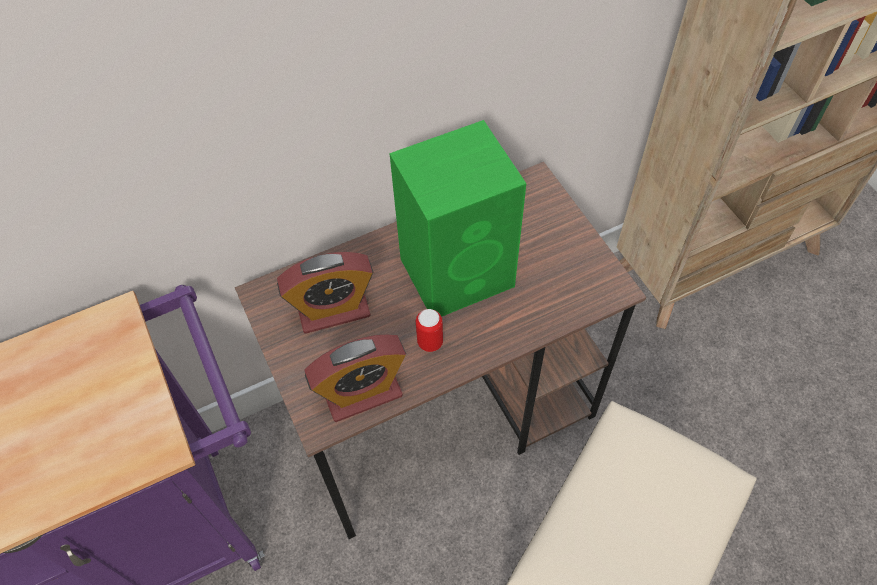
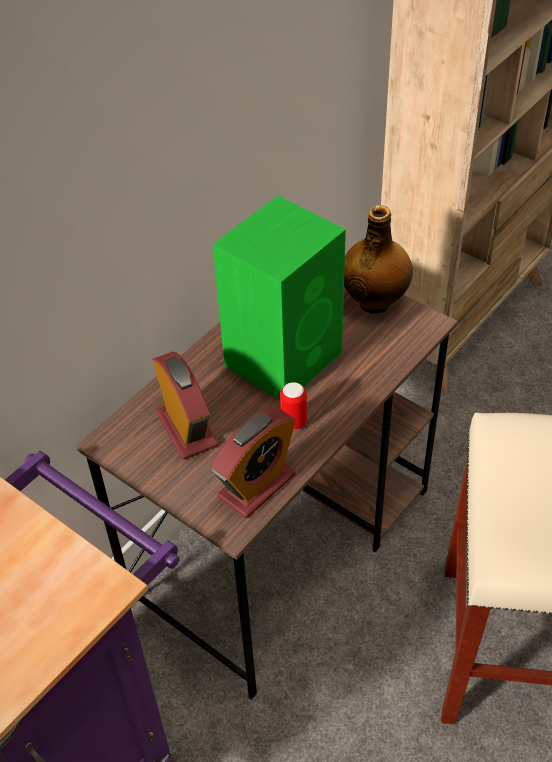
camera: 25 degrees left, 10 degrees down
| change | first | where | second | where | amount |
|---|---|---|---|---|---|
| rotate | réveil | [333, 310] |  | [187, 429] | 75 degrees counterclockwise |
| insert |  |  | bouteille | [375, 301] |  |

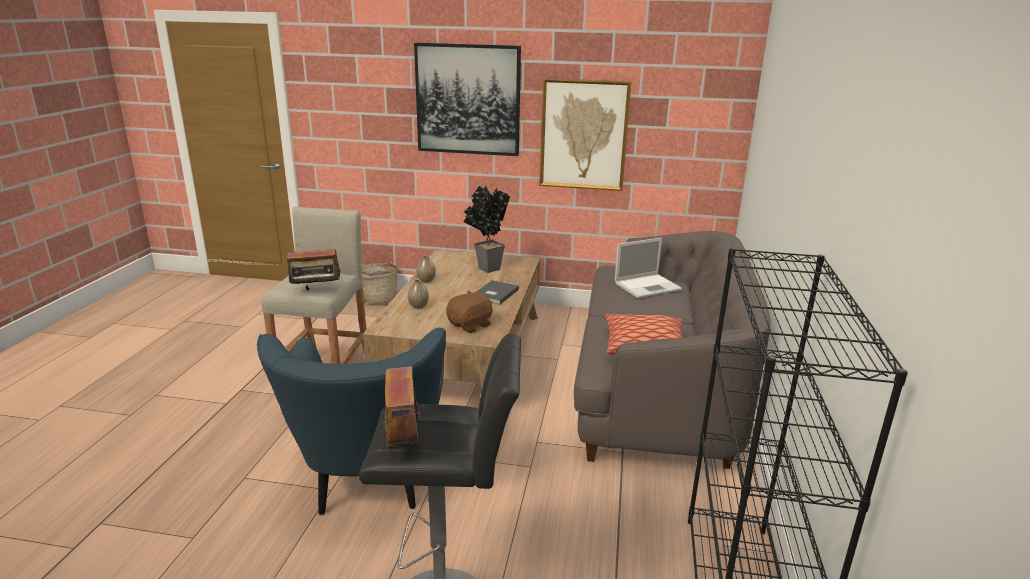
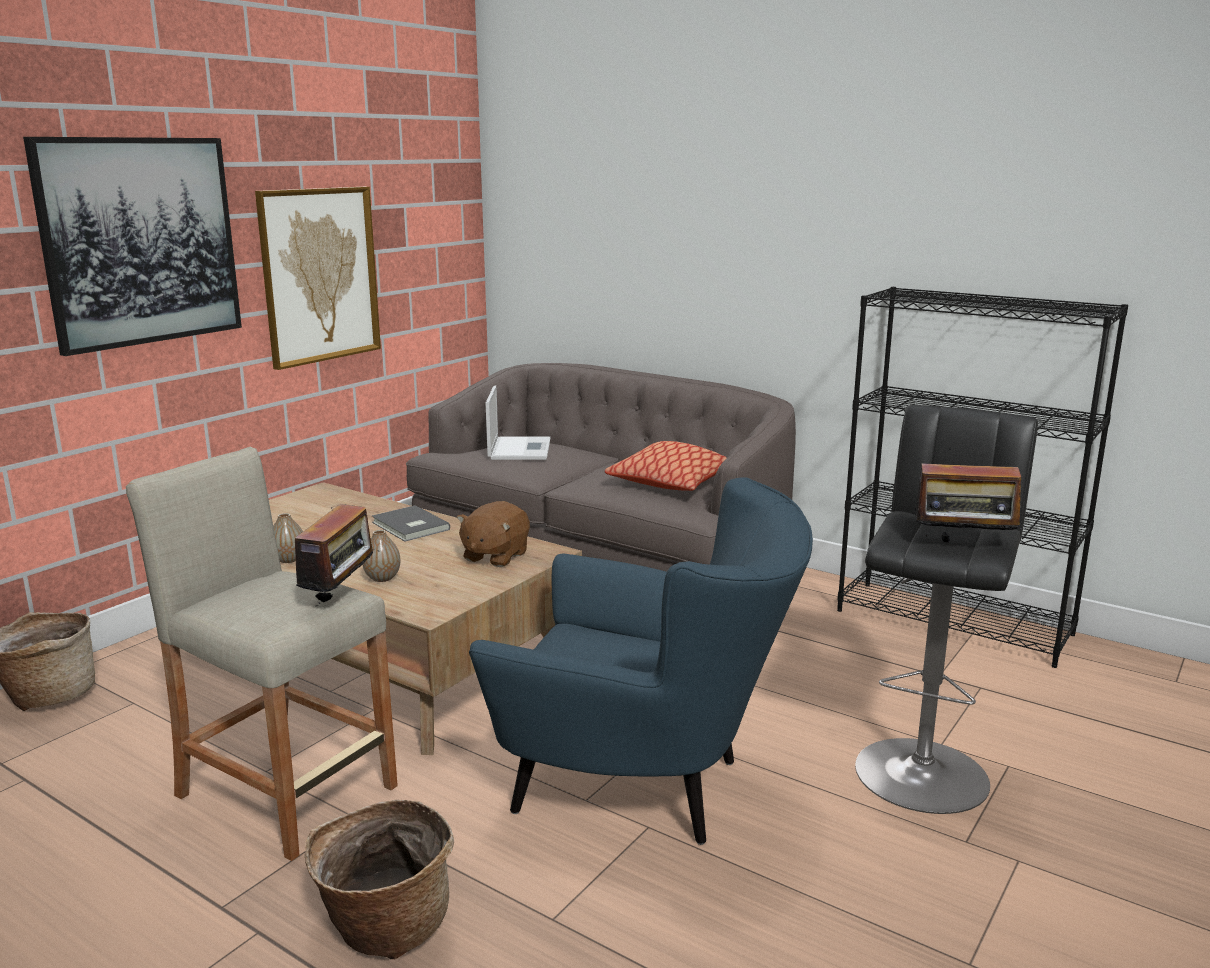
camera: 65 degrees left, 5 degrees down
| change | first | where | second | where | amount |
|---|---|---|---|---|---|
| delete | plante en pot | [485, 269] |  |  |  |
| rotate | peluche/marron | [470, 325] |  | [494, 556] | 135 degrees counterclockwise |
| insert |  |  | panier | [384, 927] |  |

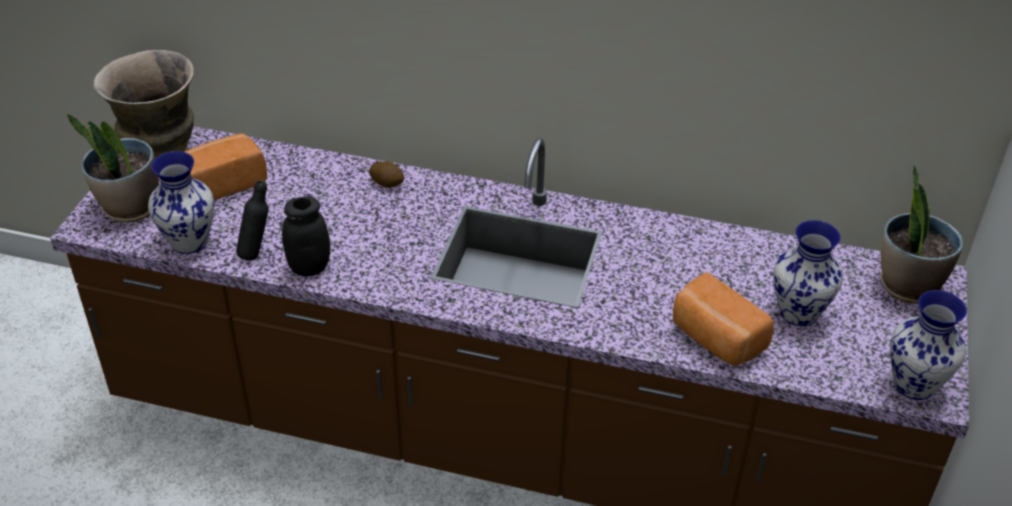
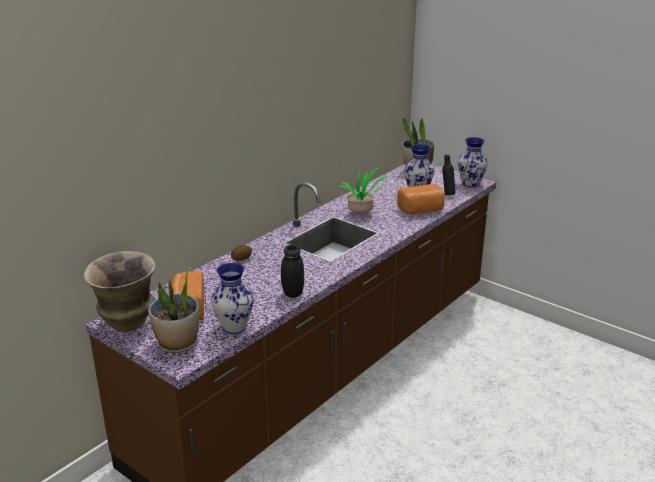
camera: 65 degrees left, 15 degrees down
| change | first | where | second | where | amount |
|---|---|---|---|---|---|
| move | bouteille/noir | [257, 252] |  | [447, 194] |  |
| insert |  |  | plante en pot | [362, 213] |  |

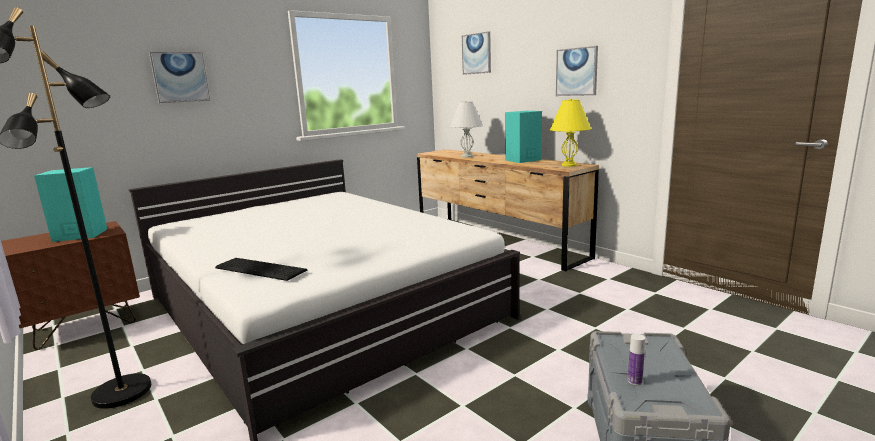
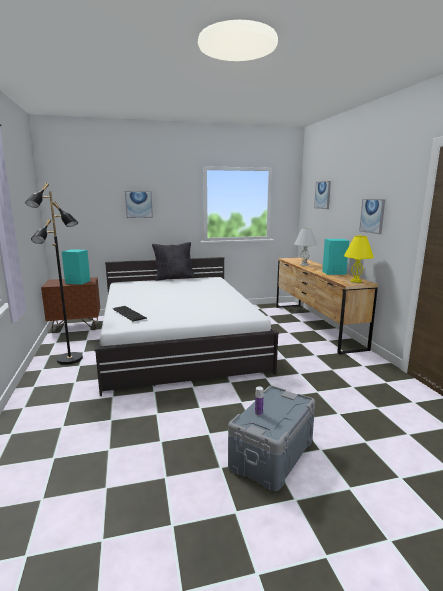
camera: 25 degrees right, 0 degrees up
| change | first | where | second | where | amount |
|---|---|---|---|---|---|
| insert |  |  | coussin/noir | [174, 278] |  |

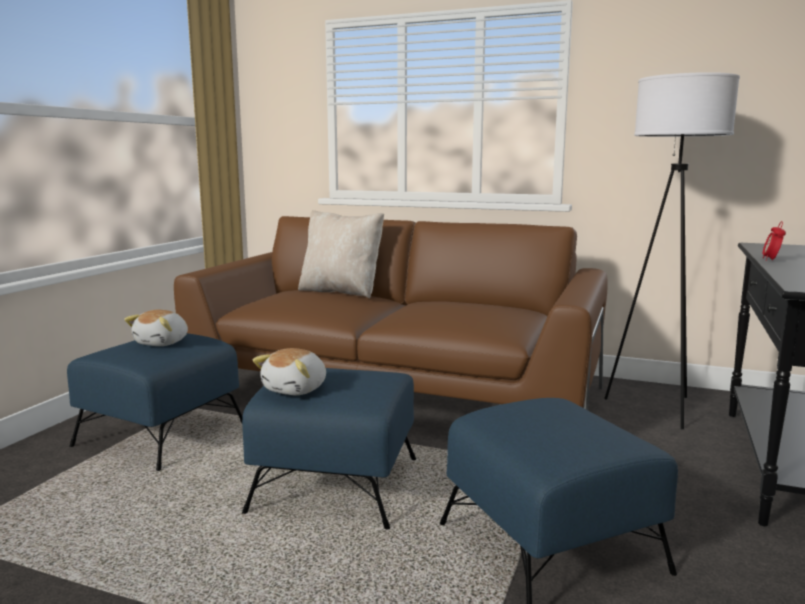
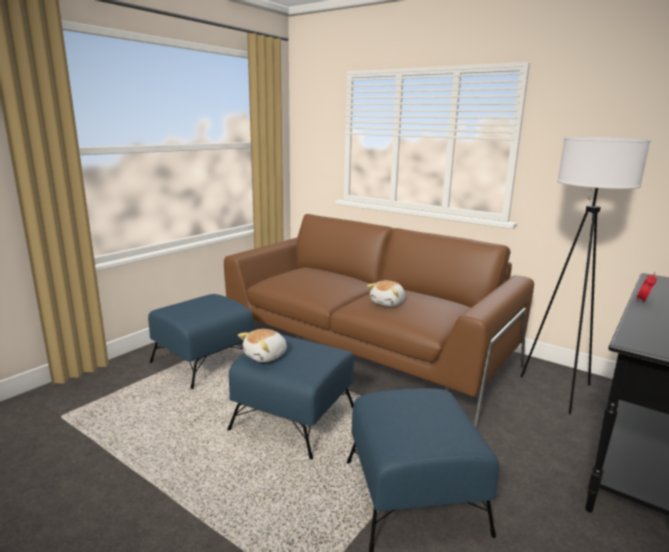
camera: 15 degrees right, 5 degrees up
| change | first | where | second | where | amount |
|---|---|---|---|---|---|
| delete | coussin/beige | [341, 292] |  |  |  |
| move | peluche | [163, 343] |  | [388, 303] |  |

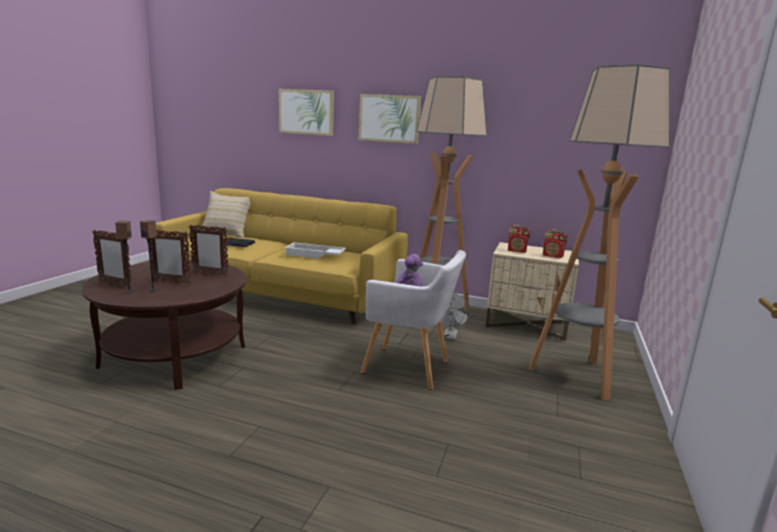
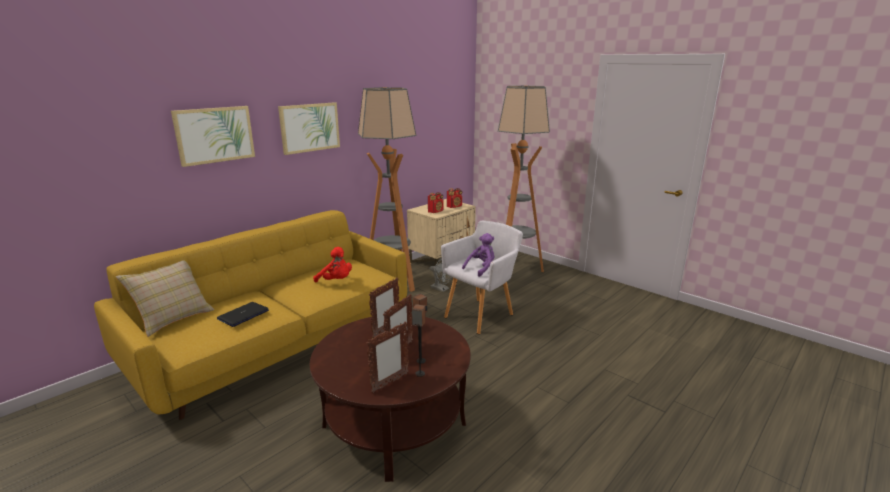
camera: 65 degrees left, 5 degrees up
| change | first | where | second | where | amount |
|---|---|---|---|---|---|
| replace | plateau/blanc | [314, 255] | peluche/rouge | [336, 281] |  |

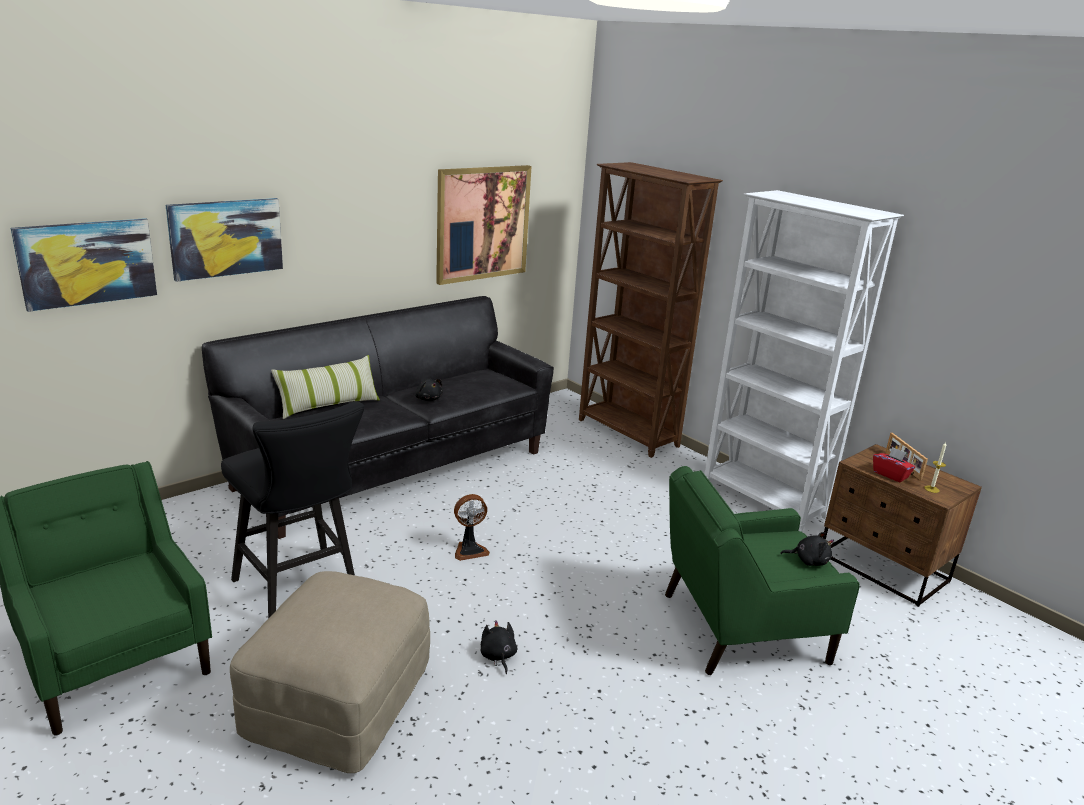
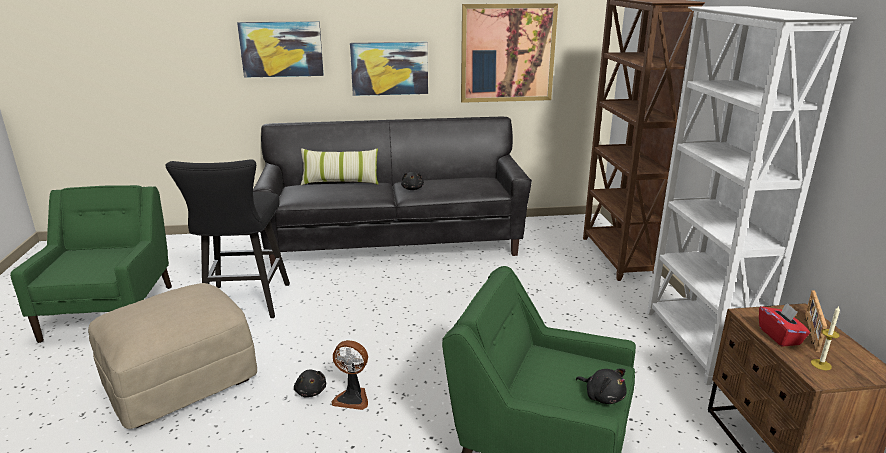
camera: 35 degrees right, 0 degrees up
| change | first | where | second | where | amount |
|---|---|---|---|---|---|
| move | tableau | [87, 262] |  | [389, 68] |  |
| move | ventilateur | [469, 550] |  | [352, 398] |  |
| rotate | peluche/noir | [498, 656] |  | [310, 391] | 135 degrees clockwise |

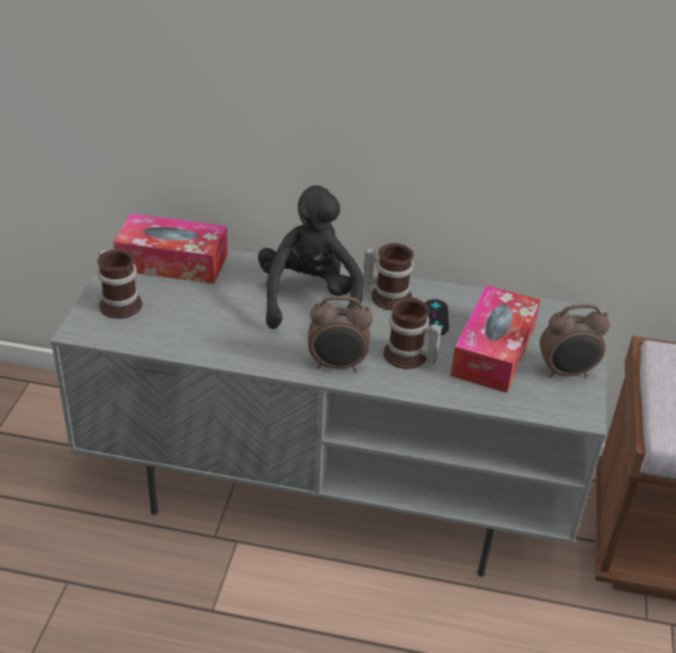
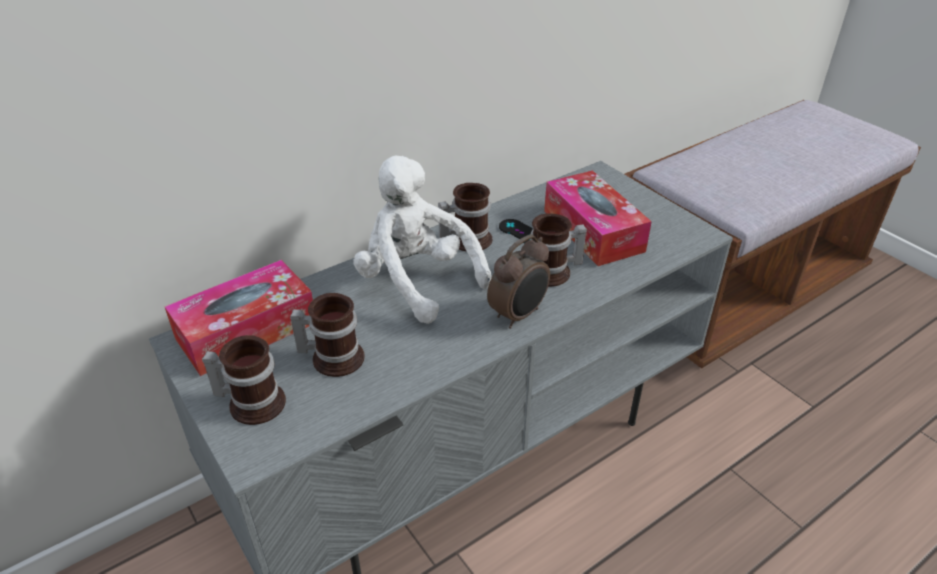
camera: 45 degrees left, 0 degrees up
| change | first | where | second | where | amount |
|---|---|---|---|---|---|
| recolor | peluche/noir | [309, 300] | peluche/blanc | [416, 281] |  |
| delete | réveil | [566, 373] |  |  |  |
| insert |  |  | mug | [333, 356] |  |

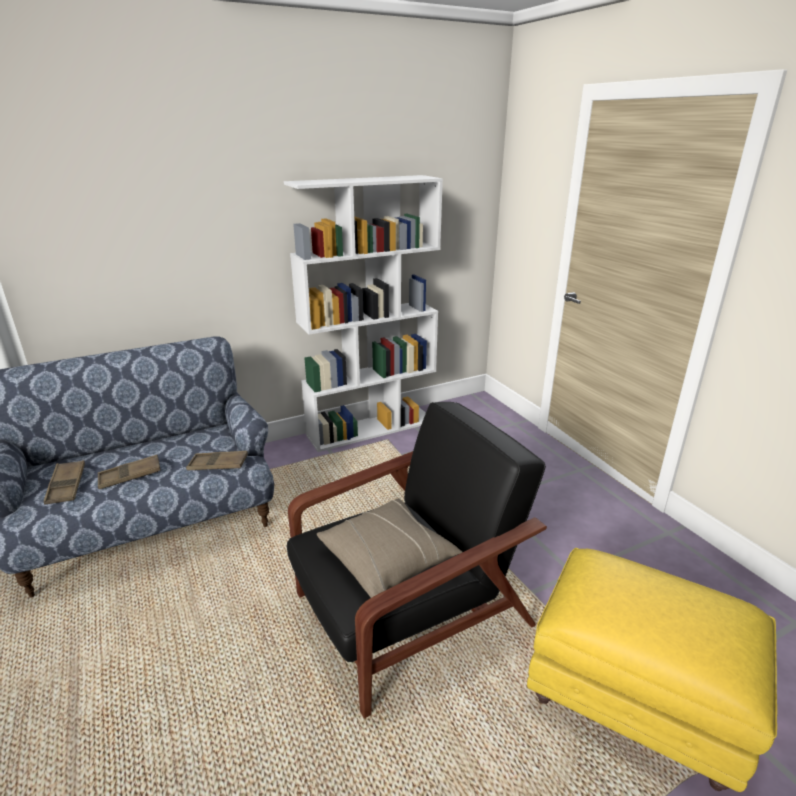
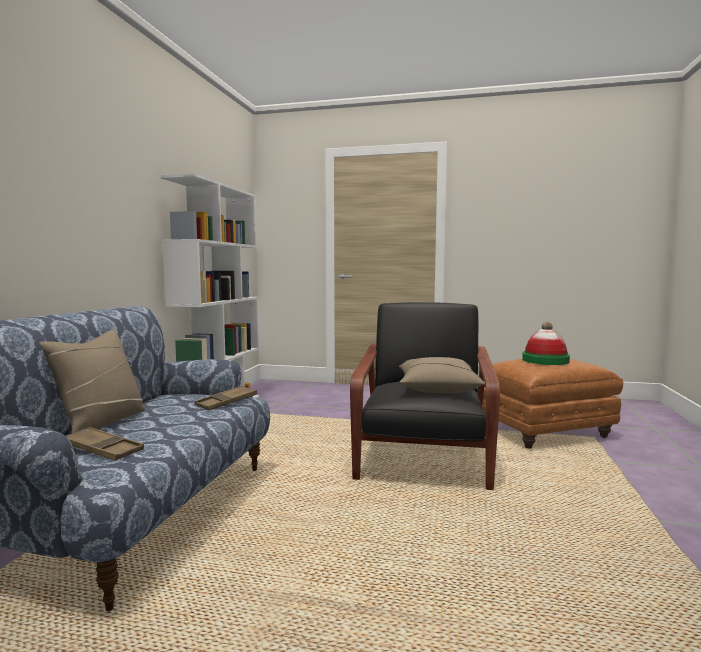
camera: 50 degrees left, 20 degrees down
| change | first | where | second | where | amount |
|---|---|---|---|---|---|
| delete | plateau/marron | [130, 476] |  |  |  |
| recolor | pouf/jaune | [636, 696] | pouf/marron | [545, 432] |  |
| insert |  |  | chapeau | [545, 360] |  |
| insert |  |  | coussin/beige | [101, 423] |  |

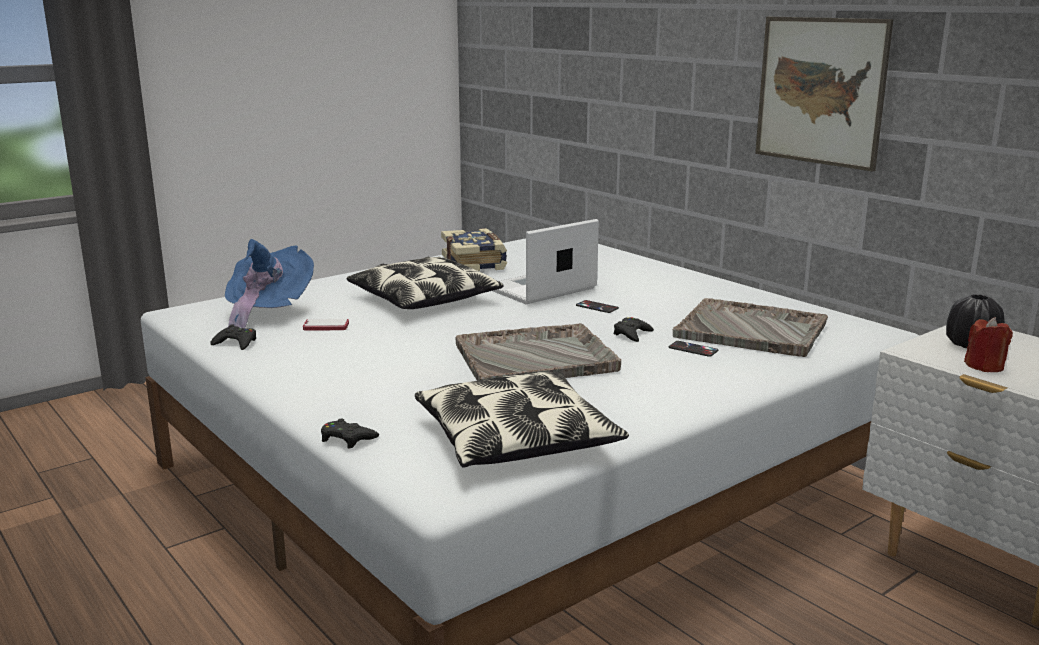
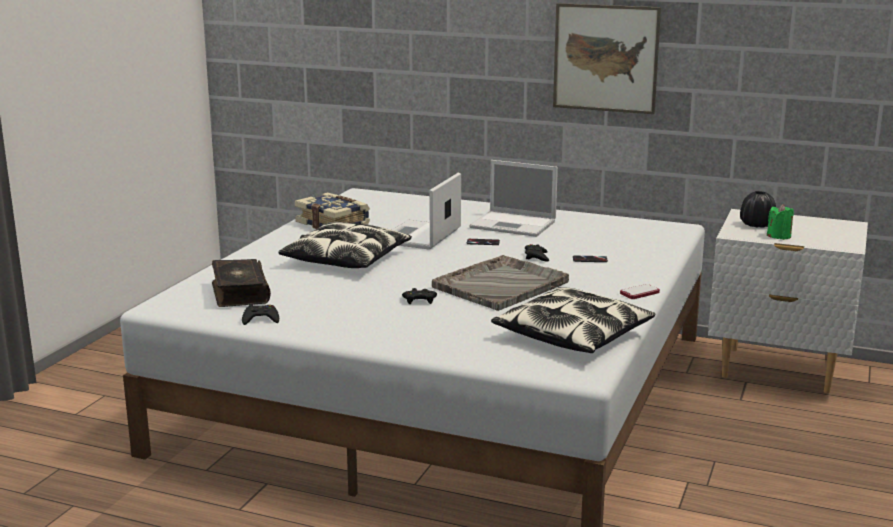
camera: 30 degrees left, 0 degrees up
| change | first | where | second | where | amount |
|---|---|---|---|---|---|
| replace | chapeau/bleu | [267, 313] | livre | [239, 293] |  |
| delete | plateau/gris | [752, 331] |  |  |  |
| recolor | bougie/rouge | [984, 366] | bougie/vert | [779, 236] |  |
| move | téléphone | [326, 326] |  | [639, 293] |  |
| move | manette/noir | [347, 439] |  | [419, 300] |  |
| insert |  |  | ordinateur portable | [514, 224] |  |

